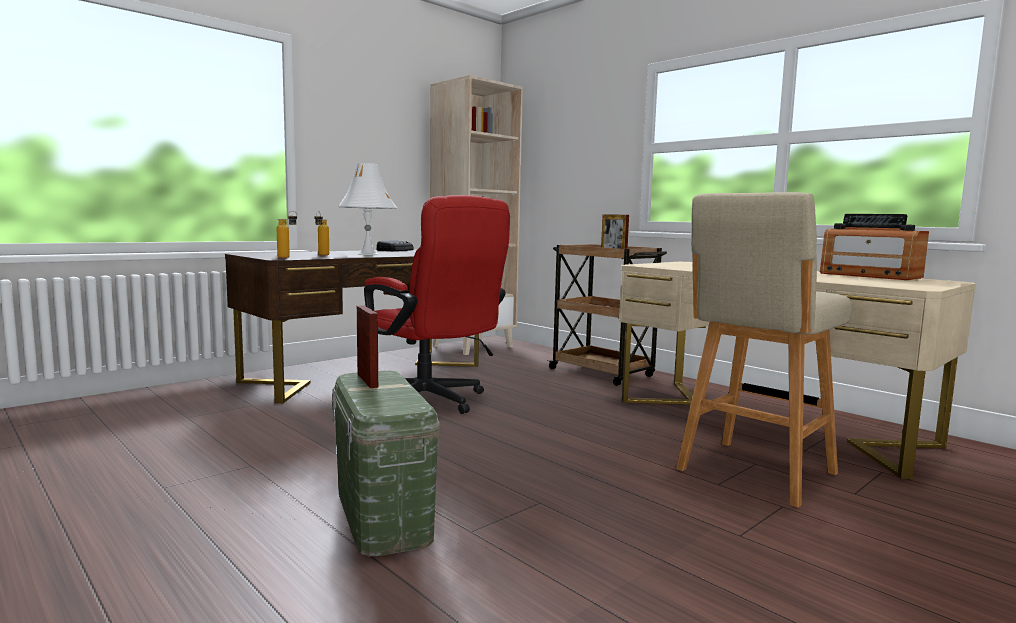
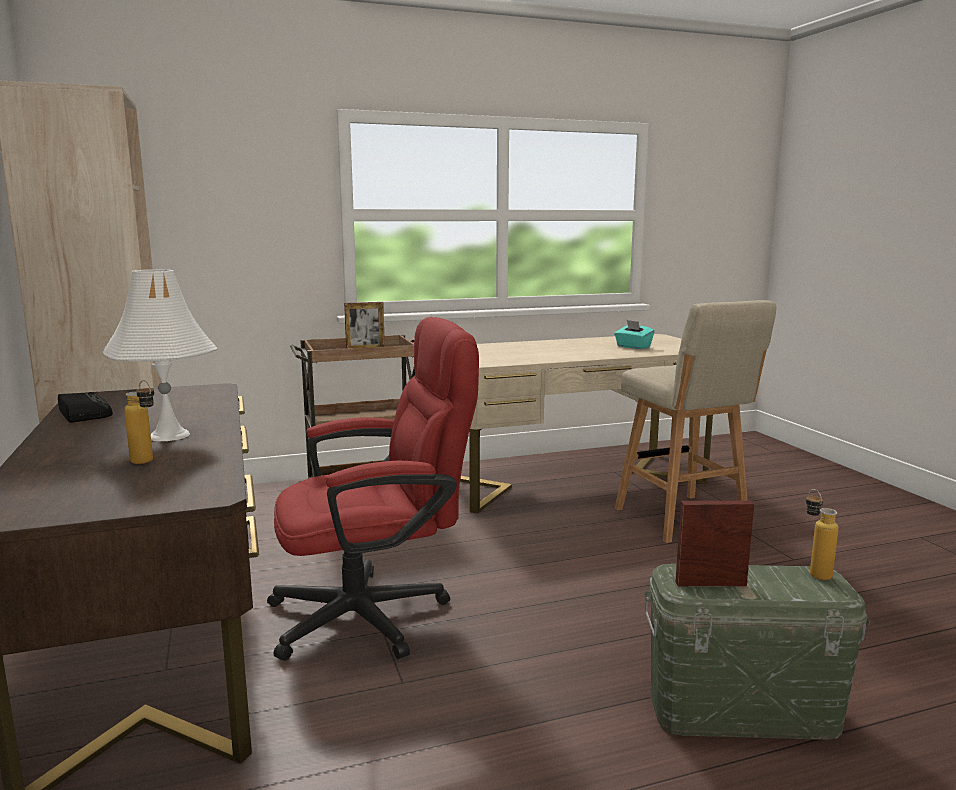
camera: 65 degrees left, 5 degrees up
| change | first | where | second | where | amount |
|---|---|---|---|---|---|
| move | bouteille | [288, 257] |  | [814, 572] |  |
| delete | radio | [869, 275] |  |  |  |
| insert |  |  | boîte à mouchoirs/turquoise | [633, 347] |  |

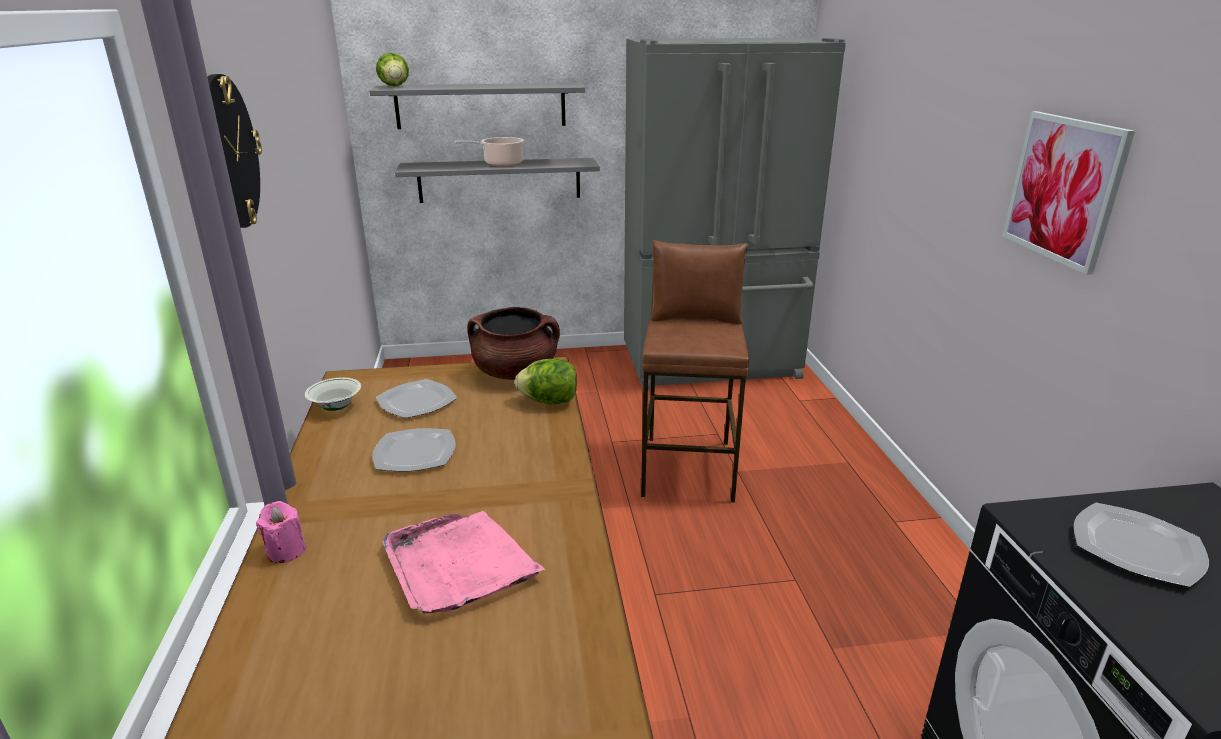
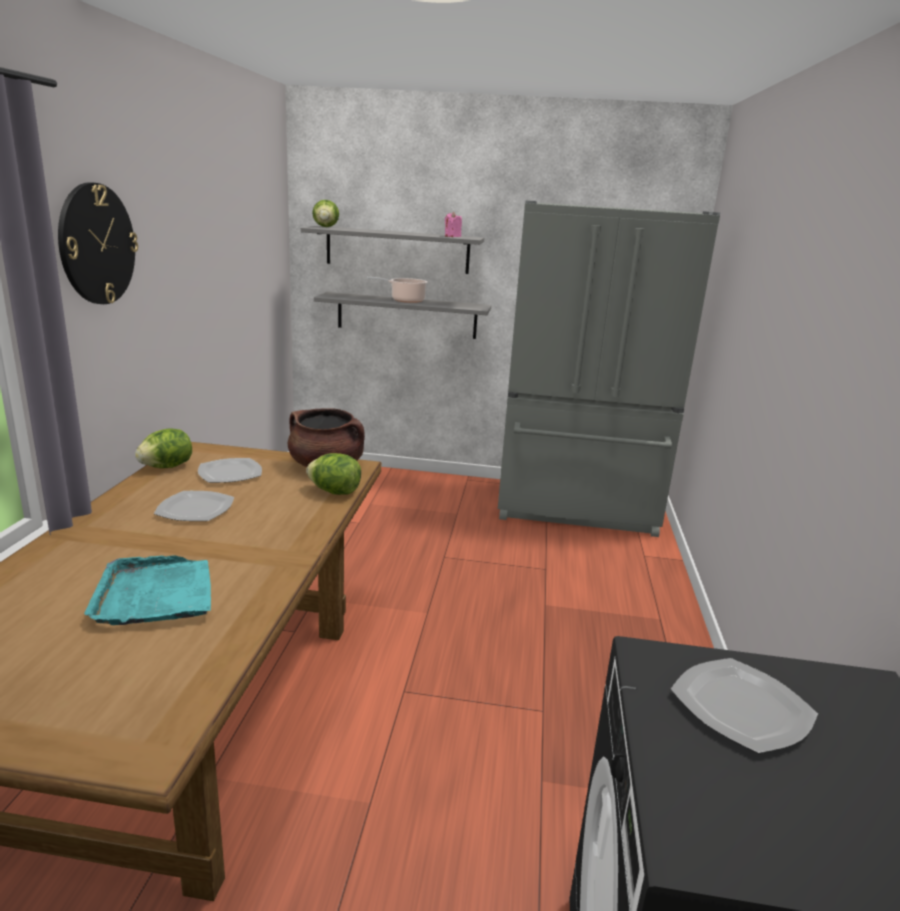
camera: 15 degrees right, 5 degrees down
| change | first | where | second | where | amount |
|---|---|---|---|---|---|
| delete | tableau | [1064, 189] |  |  |  |
| delete | tabouret/marron | [688, 468] |  |  |  |
| replace | bol/blanc | [336, 408] | laitue | [167, 467] |  |
| move | bougie/rose | [286, 551] |  | [452, 236] |  |
| recolor | plateau/rose | [459, 565] | plateau/turquoise | [155, 595] |  |

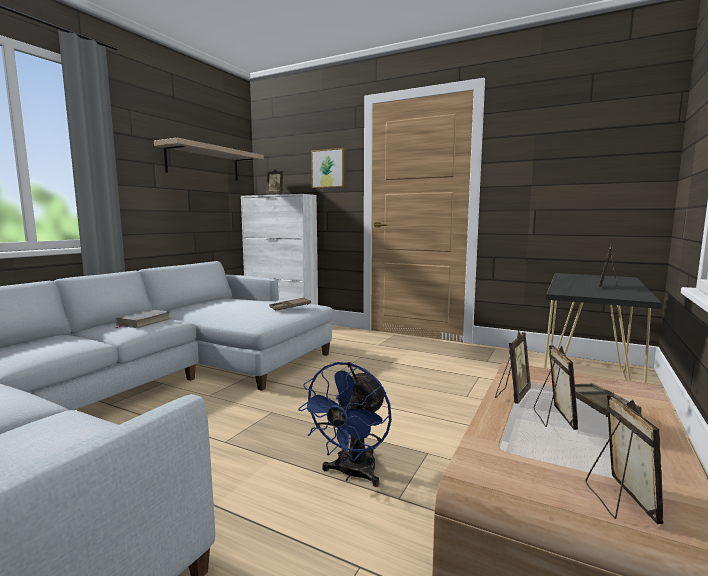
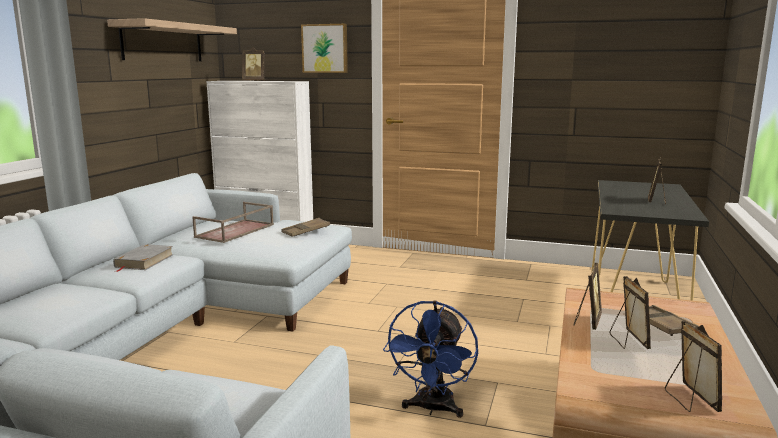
camera: 10 degrees left, 5 degrees up
| change | first | where | second | where | amount |
|---|---|---|---|---|---|
| insert |  |  | plateau/marron | [235, 231] |  |

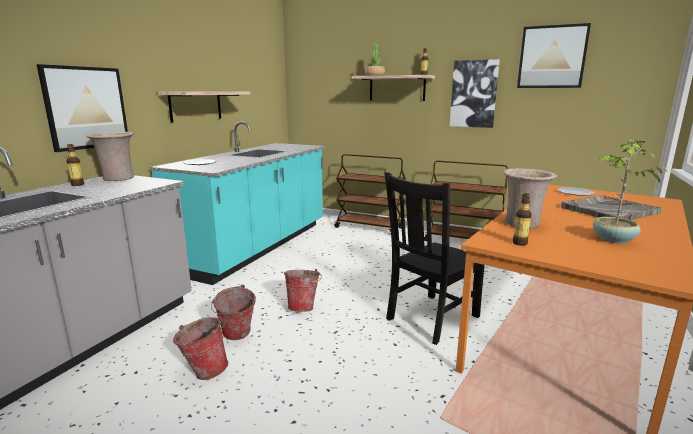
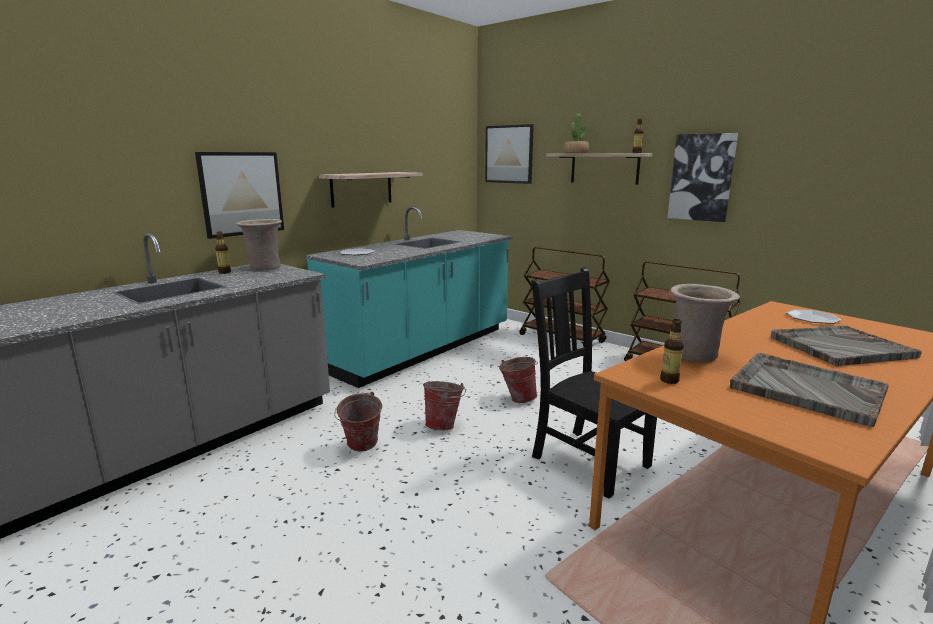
camera: 15 degrees right, 0 degrees up
| change | first | where | second | where | amount |
|---|---|---|---|---|---|
| move | tableau | [552, 57] |  | [509, 154] |  |
| replace | plante en pot | [613, 240] | plateau/gris | [805, 389] |  |
| rotate | chaise/noir | [430, 318] |  | [587, 459] | 75 degrees clockwise |
| move | seau | [204, 371] |  | [517, 398] |  |

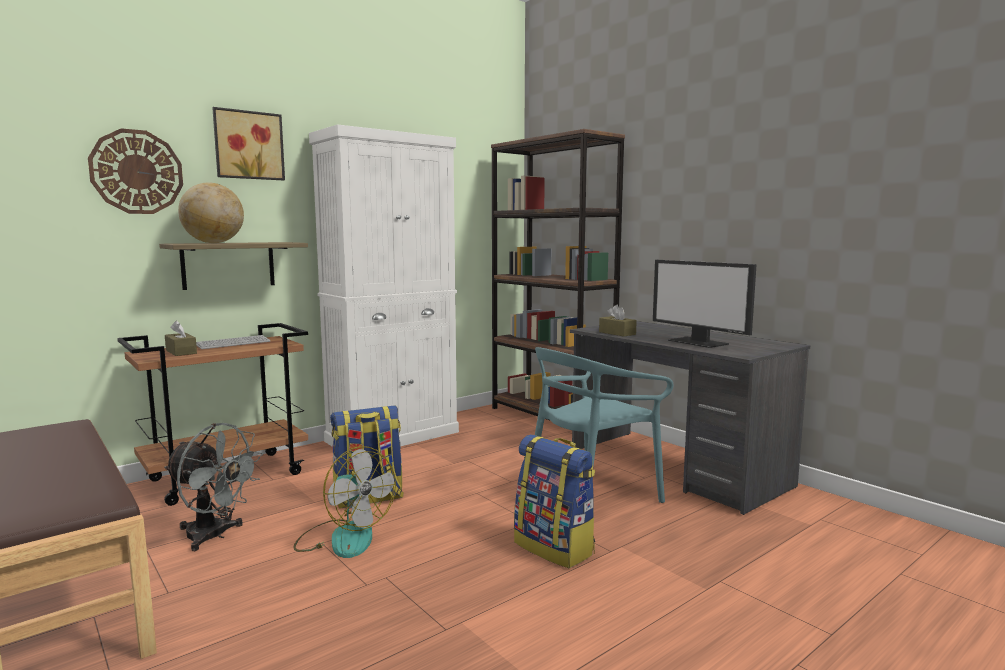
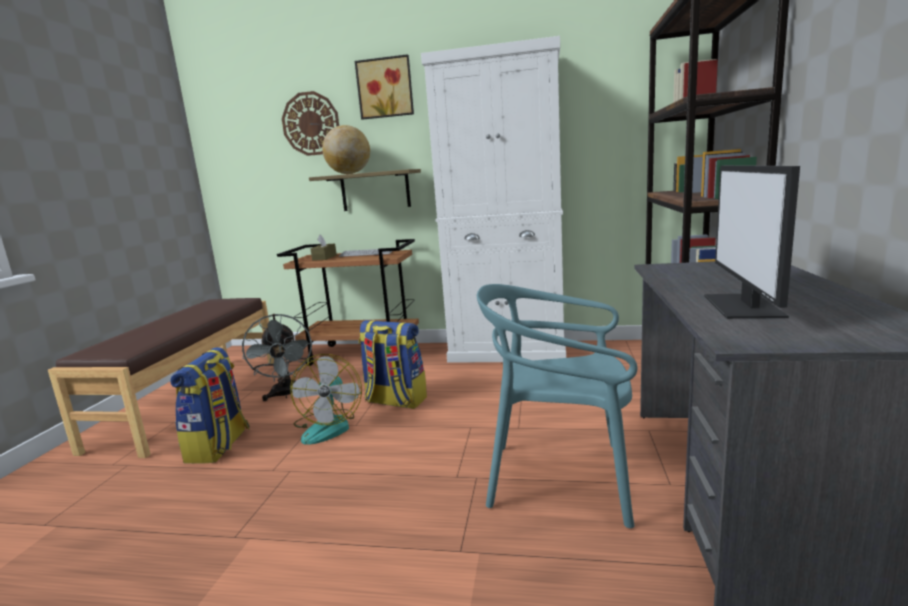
camera: 50 degrees right, 5 degrees up
| change | first | where | second | where | amount |
|---|---|---|---|---|---|
| delete | boîte à mouchoirs/marron | [617, 333] |  |  |  |
| move | sac à dos | [555, 548] |  | [219, 446] |  |

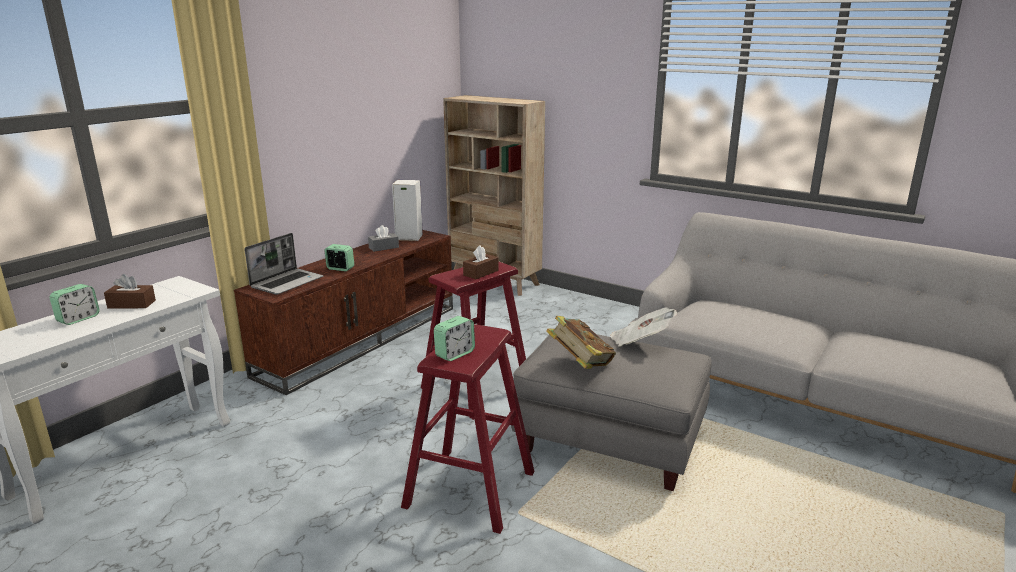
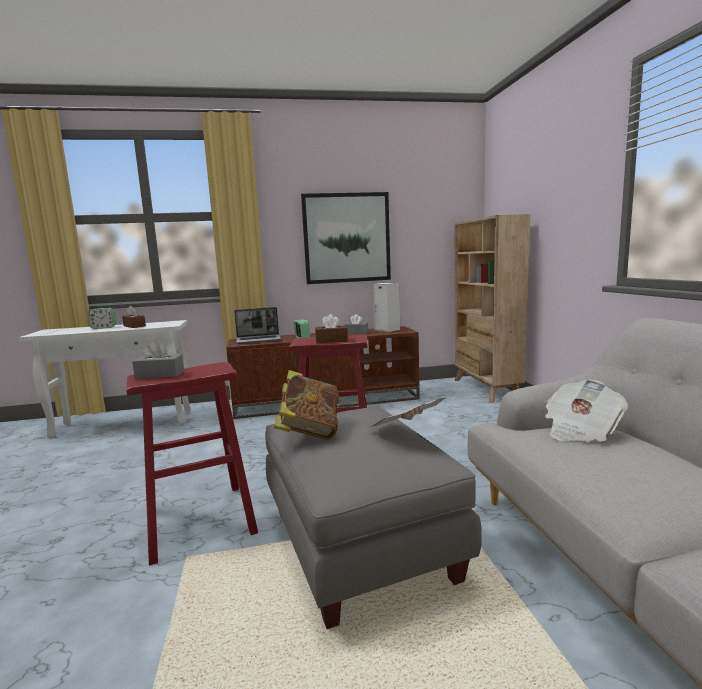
camera: 45 degrees right, 10 degrees down
| change | first | where | second | where | amount |
|---|---|---|---|---|---|
| replace | réveil | [455, 354] | boîte à mouchoirs/gris | [160, 375] |  |
| insert |  |  | tableau | [346, 238] |  |
| insert |  |  | journal | [580, 430] |  |

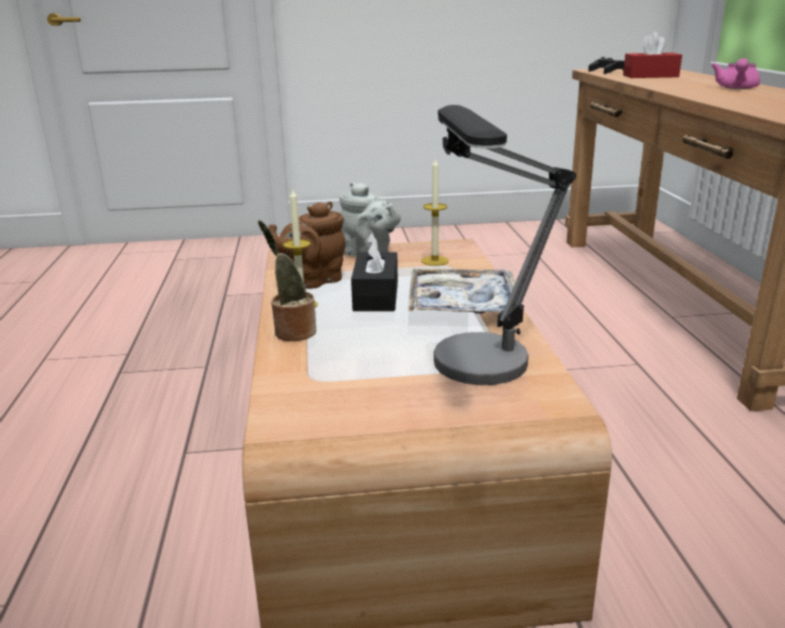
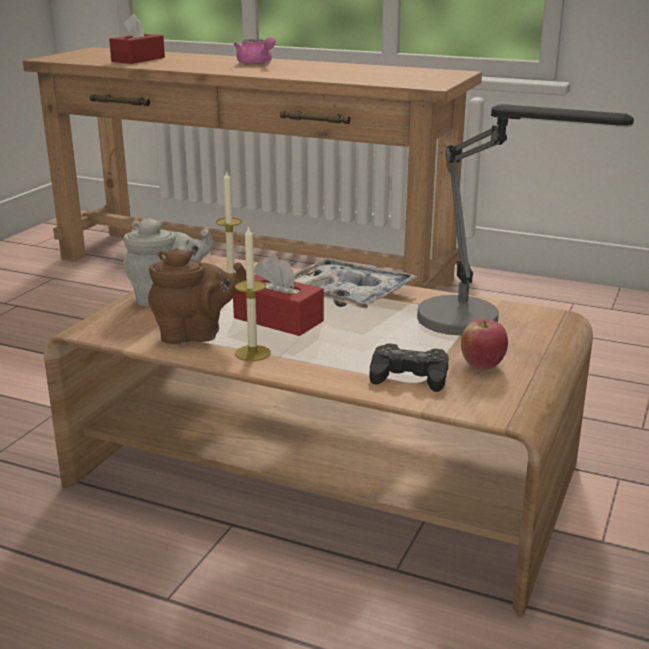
camera: 60 degrees left, 0 degrees up
| change | first | where | second | where | amount |
|---|---|---|---|---|---|
| move | manette/noir | [607, 72] |  | [409, 376] |  |
| rotate | théière/marron | [313, 281] |  | [196, 335] | 90 degrees counterclockwise |
| delete | plante en pot | [292, 332] |  |  |  |
| recolor | boîte à mouchoirs/noir | [376, 296] | boîte à mouchoirs/rouge | [278, 320] |  |
| insert |  |  | pomme | [482, 365] |  |

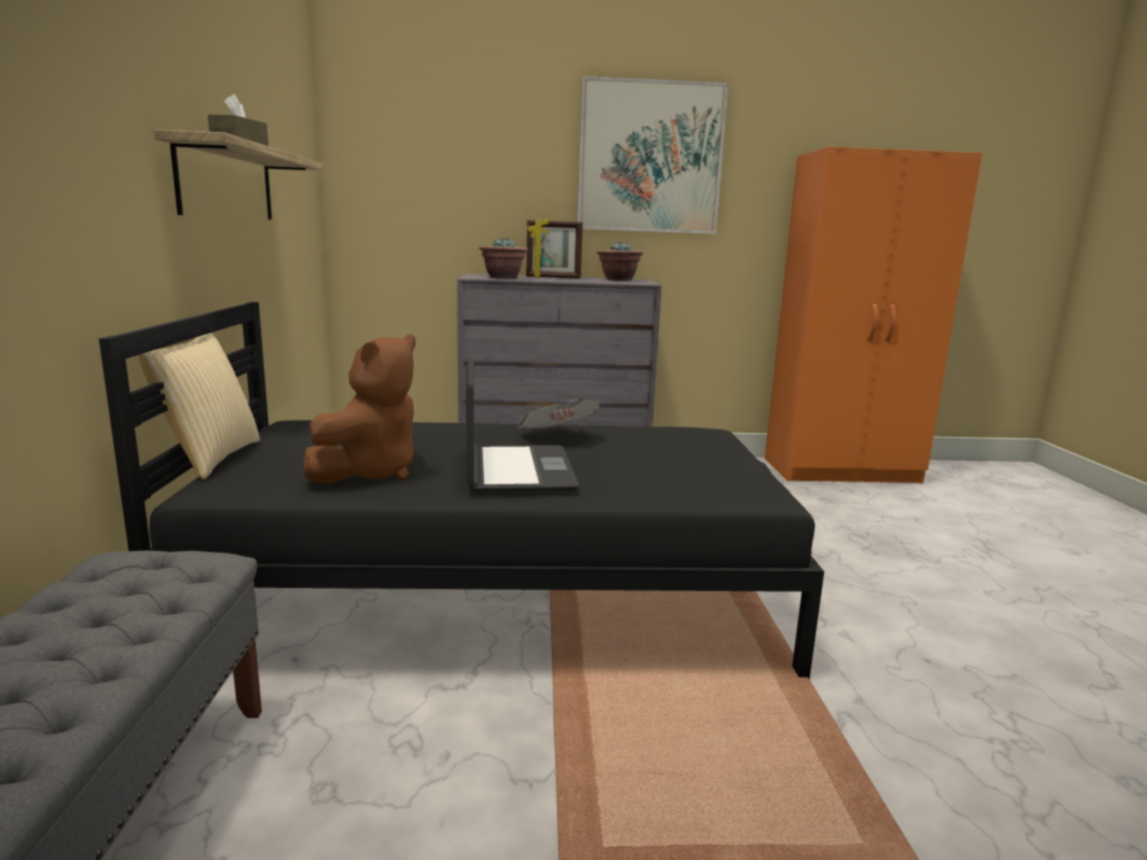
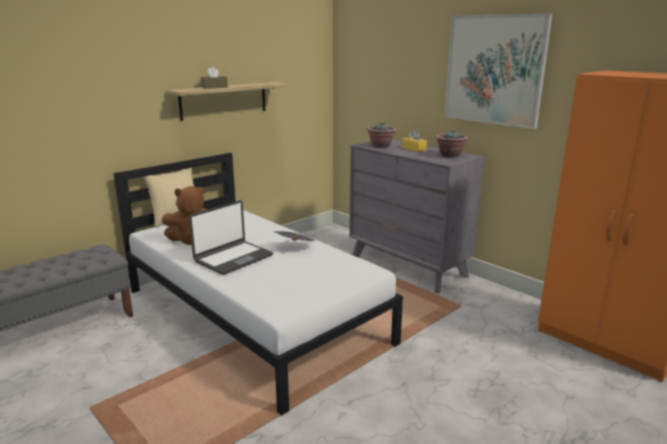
camera: 50 degrees right, 5 degrees up
| change | first | where | second | where | amount |
|---|---|---|---|---|---|
| replace | cadre photo | [553, 278] | boîte à mouchoirs/jaune | [414, 149] |  |
| recolor | lit/noir | [495, 595] | lit/blanc | [254, 315] |  |

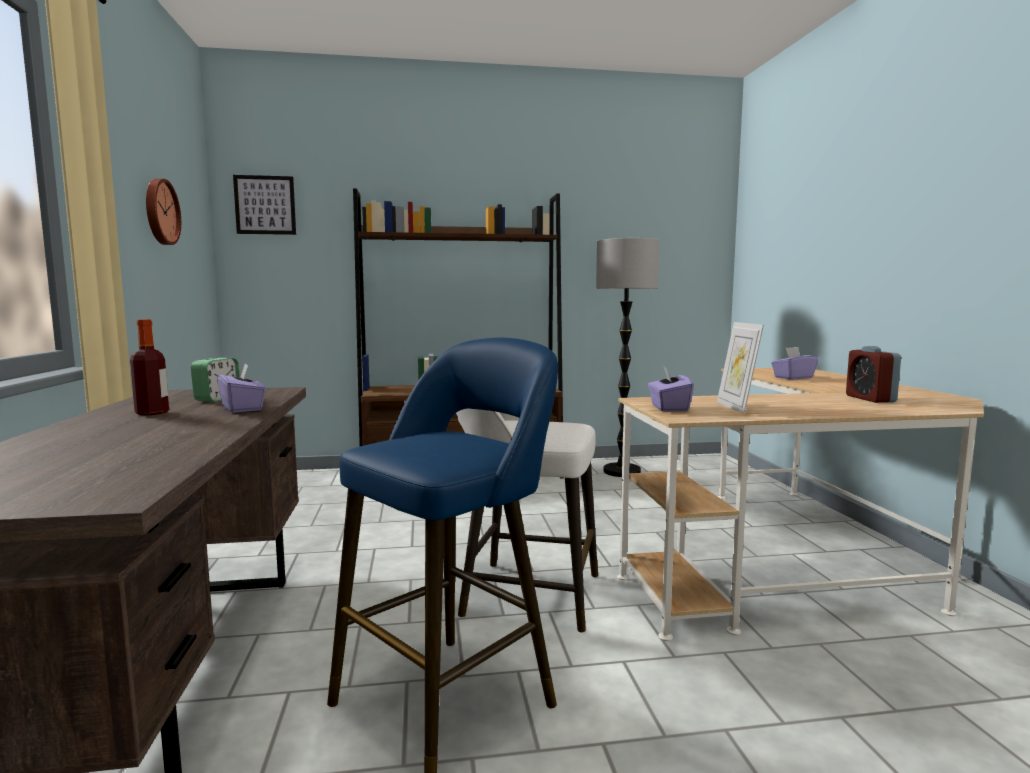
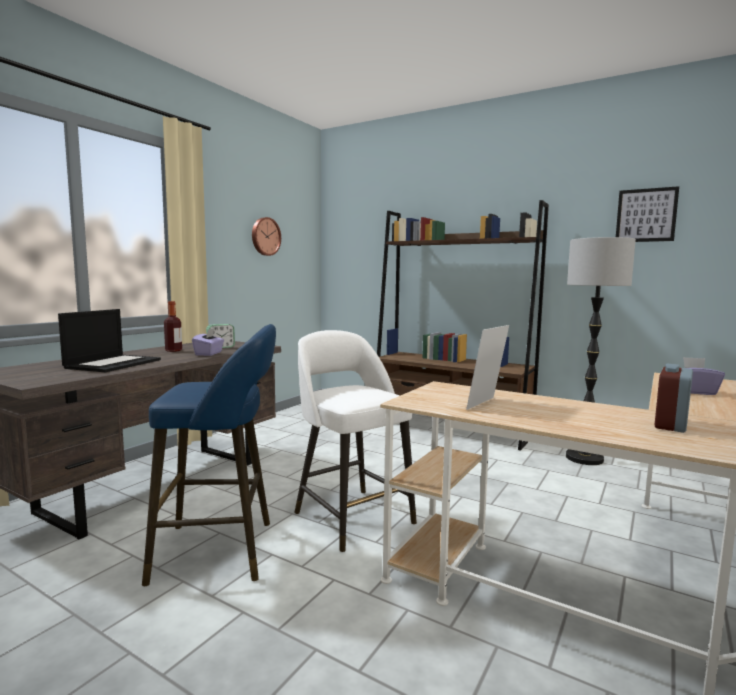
camera: 40 degrees right, 0 degrees up
| change | first | where | second | where | amount |
|---|---|---|---|---|---|
| move | tableau | [265, 205] |  | [646, 215] |  |
| delete | boîte à mouchoirs/violet | [668, 408] |  |  |  |
| insert |  |  | ordinateur portable | [113, 364] |  |

